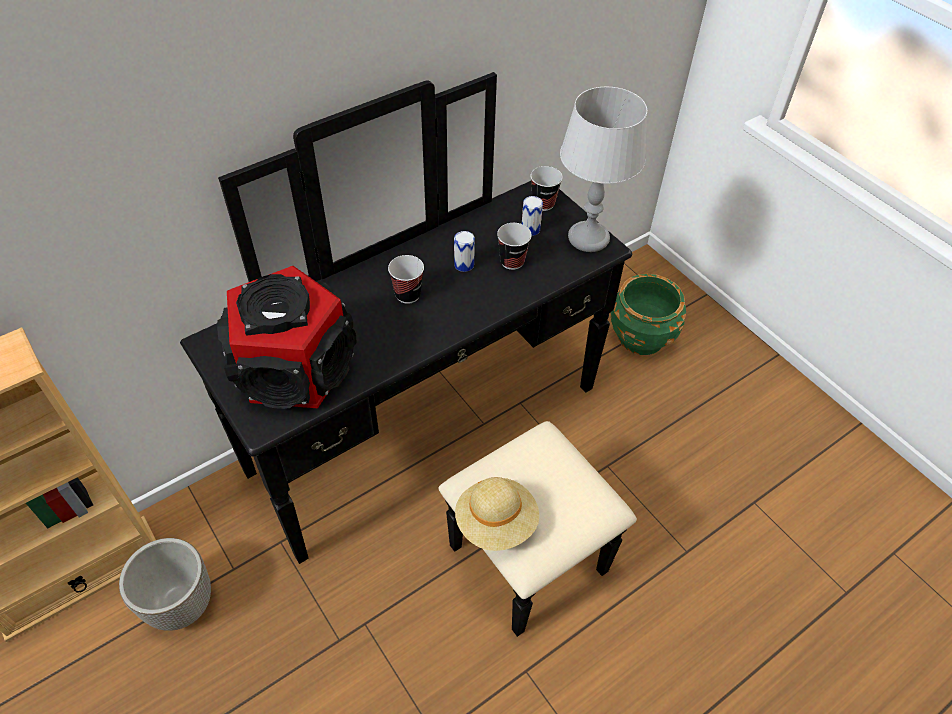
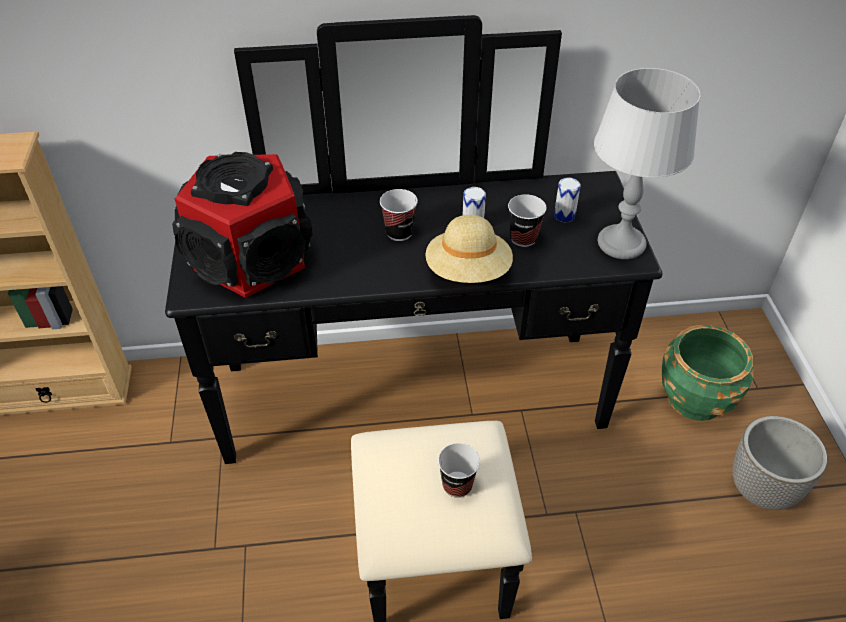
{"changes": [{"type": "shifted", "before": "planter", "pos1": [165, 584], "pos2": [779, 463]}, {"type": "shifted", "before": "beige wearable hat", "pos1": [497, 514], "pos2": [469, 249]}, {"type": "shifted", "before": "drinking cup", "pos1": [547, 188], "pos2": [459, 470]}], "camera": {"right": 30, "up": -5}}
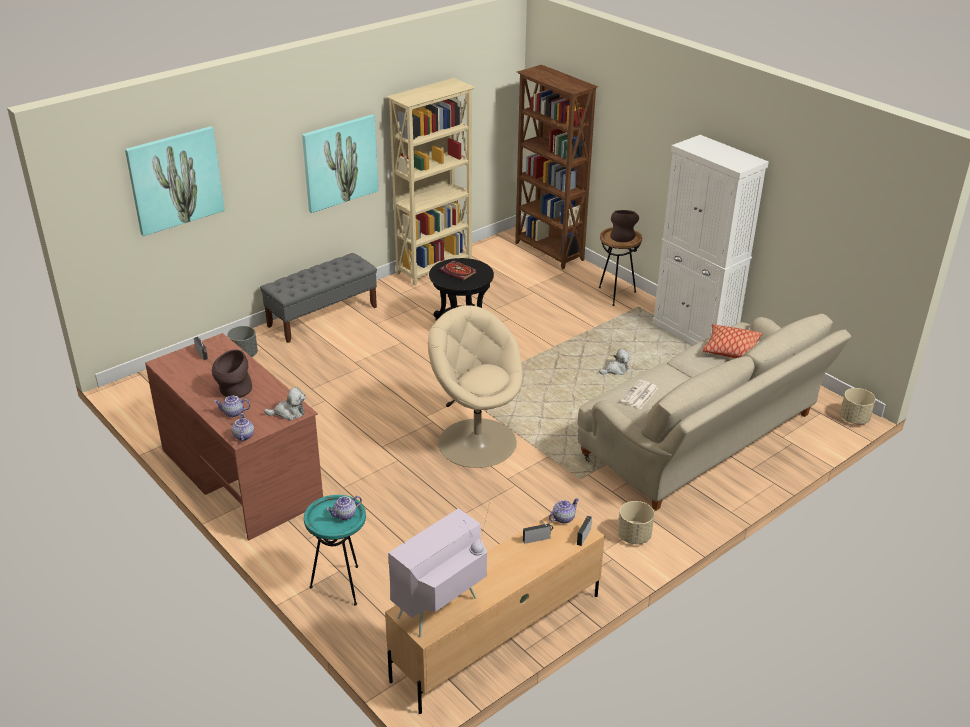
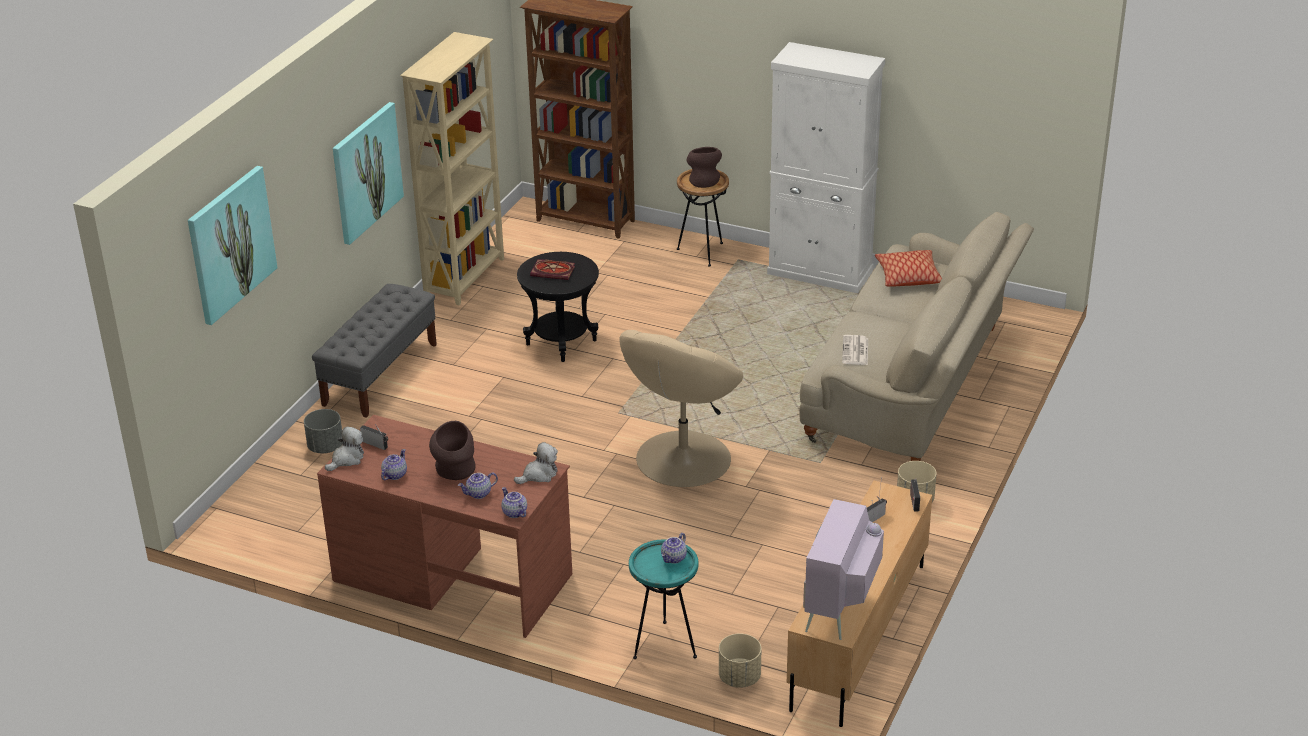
{"changes": [{"type": "rotated", "before": "beige armchair", "pos1": [475, 386], "pos2": [681, 408], "turn": -75}, {"type": "shifted", "before": "pot for tea", "pos1": [564, 511], "pos2": [394, 464]}, {"type": "shifted", "before": "cuddly toy", "pos1": [614, 362], "pos2": [344, 448]}, {"type": "shifted", "before": "beige planter", "pos1": [858, 406], "pos2": [740, 661]}], "camera": {"right": -25, "up": 0}}
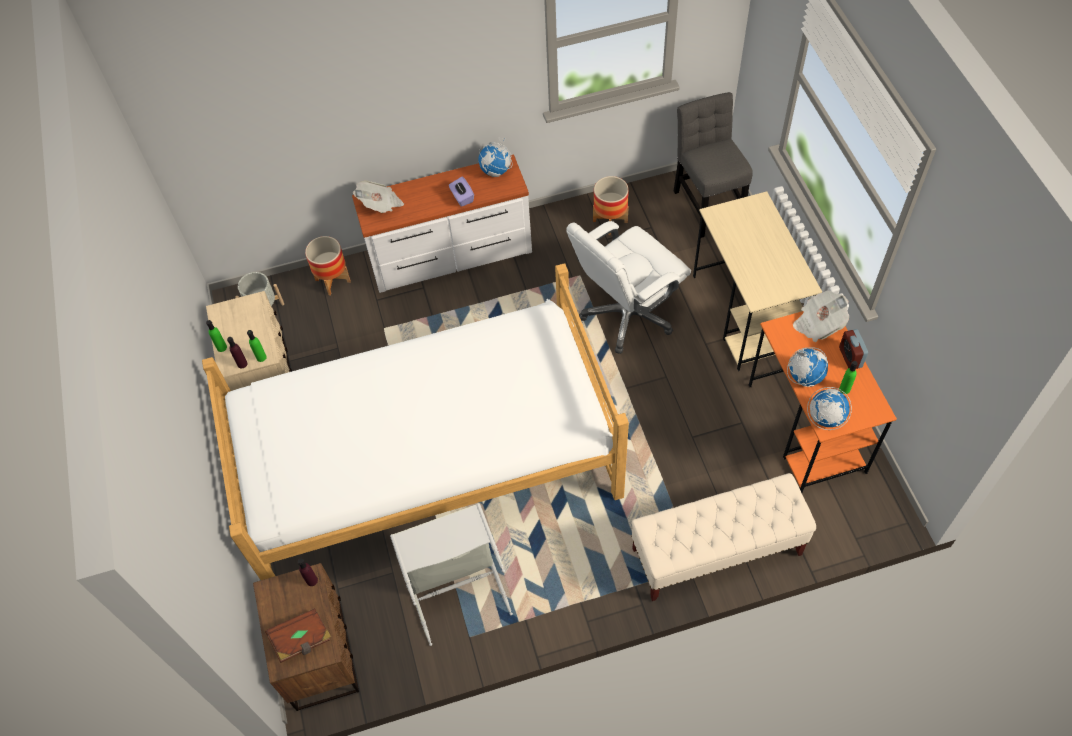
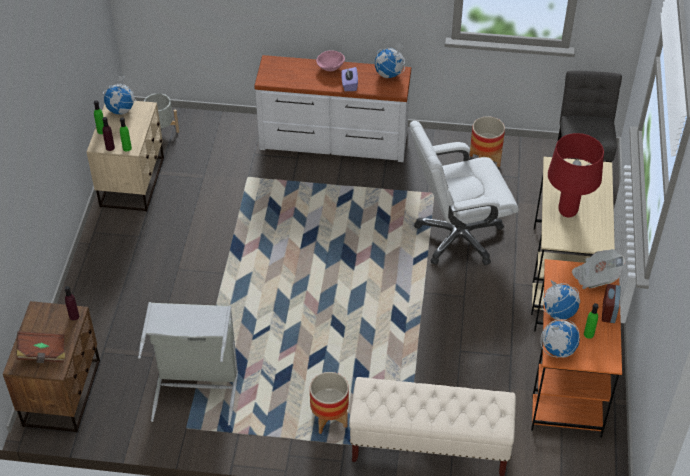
{"changes": [{"type": "gone", "before": "bedroom bed", "pos1": [415, 421]}, {"type": "shifted", "before": "planter", "pos1": [328, 265], "pos2": [329, 403]}, {"type": "gone", "before": "printed paper", "pos1": [378, 196]}, {"type": "new", "after": "globe", "pos2": [119, 95]}, {"type": "new", "after": "pink-coloured serving bowl", "pos2": [330, 60]}, {"type": "new", "after": "red lamp for a table", "pos2": [576, 175]}], "camera": {"right": 20, "up": -10}}
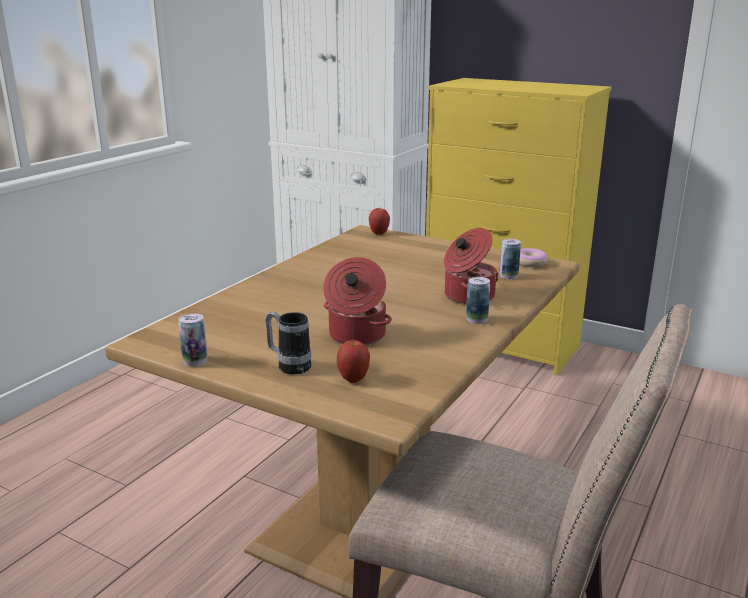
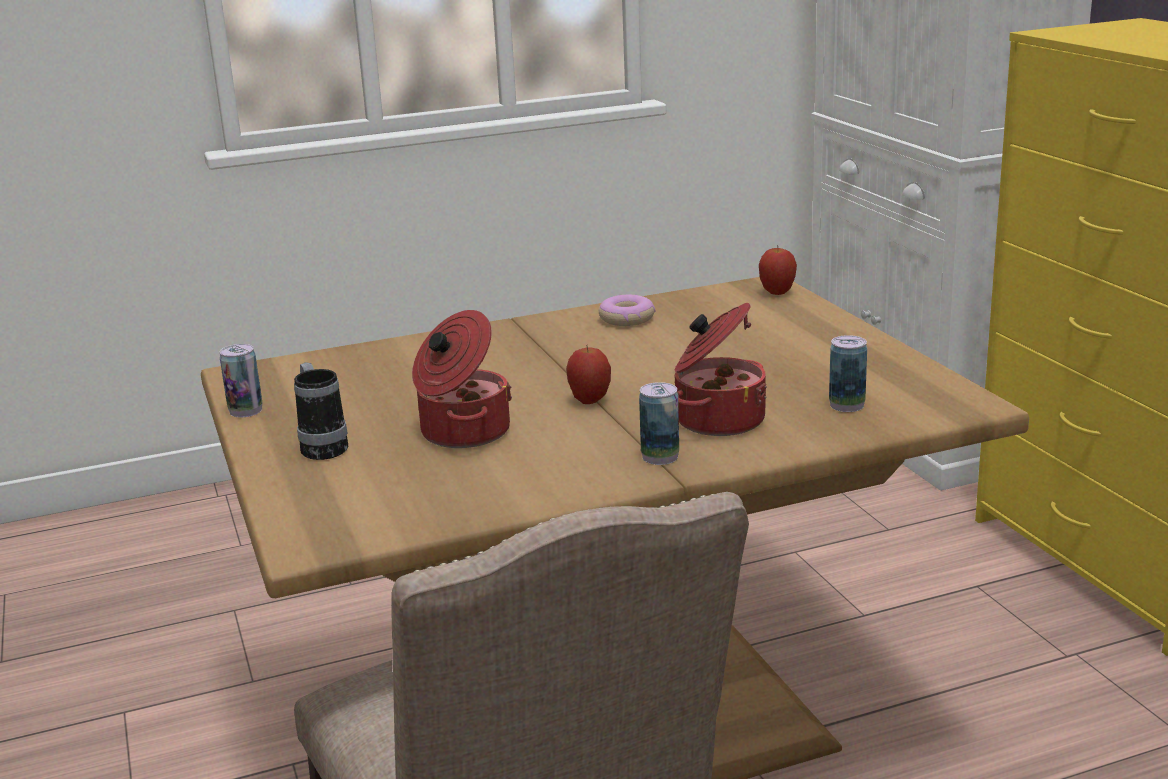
{"changes": [{"type": "shifted", "before": "apple fruit", "pos1": [353, 361], "pos2": [588, 374]}, {"type": "shifted", "before": "ring doughnut", "pos1": [533, 257], "pos2": [627, 310]}], "camera": {"right": 40, "up": 0}}
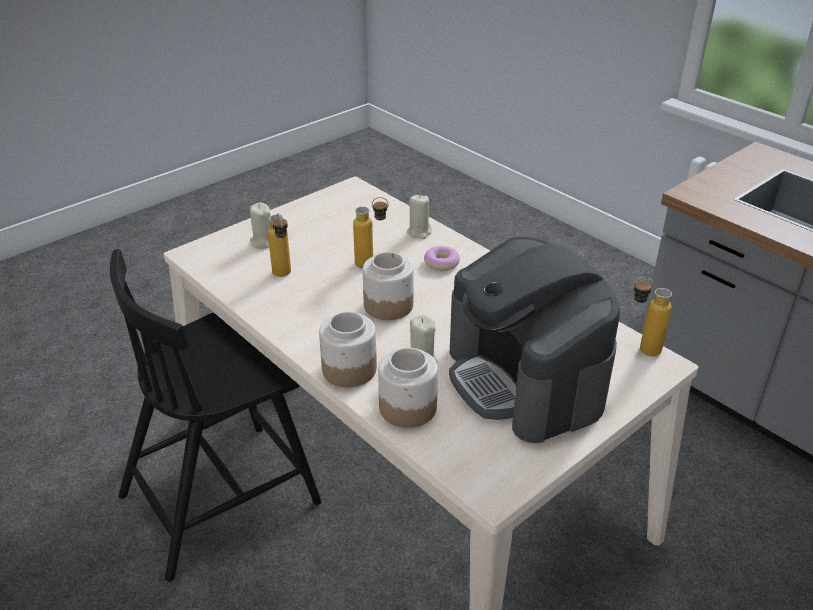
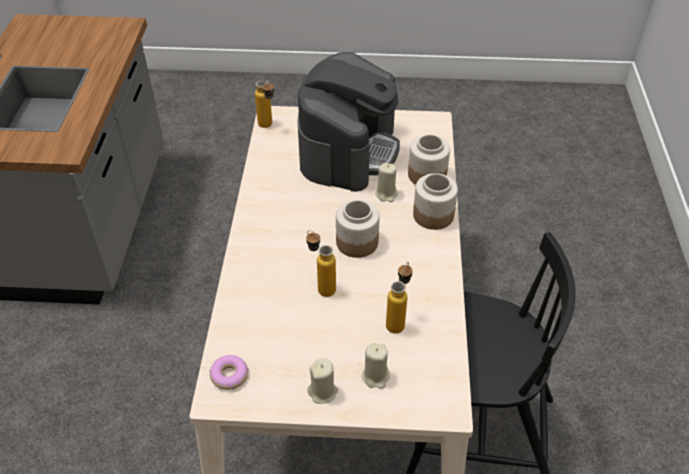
{"changes": [{"type": "shifted", "before": "beige wax candle", "pos1": [419, 217], "pos2": [323, 381]}, {"type": "shifted", "before": "ring doughnut", "pos1": [442, 258], "pos2": [229, 372]}], "camera": {"right": -135, "up": 10}}
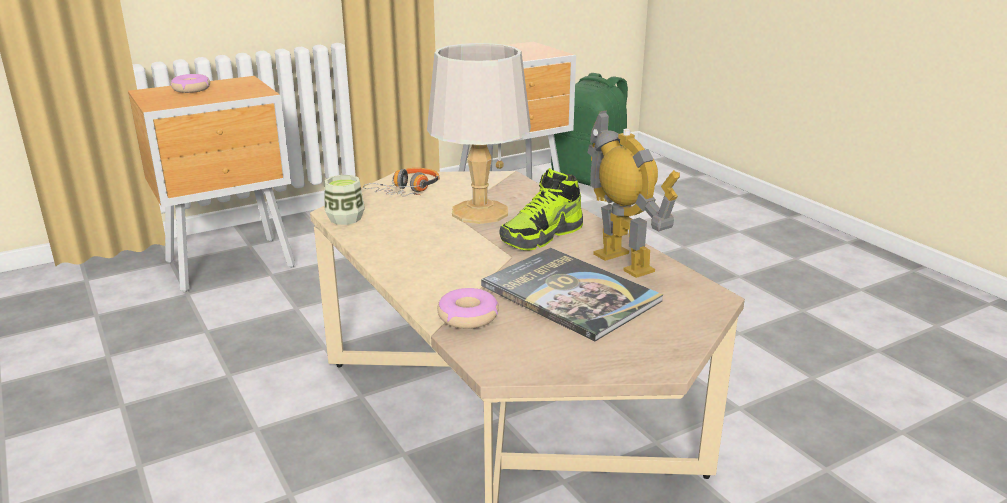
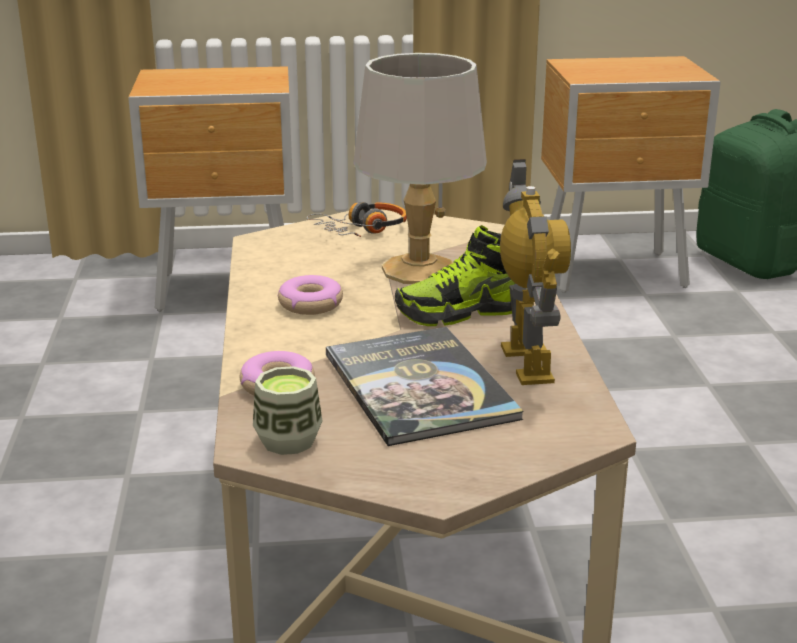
{"changes": [{"type": "shifted", "before": "ring doughnut", "pos1": [190, 83], "pos2": [310, 295]}, {"type": "shifted", "before": "drinking cup", "pos1": [345, 200], "pos2": [287, 410]}], "camera": {"right": 25, "up": 0}}
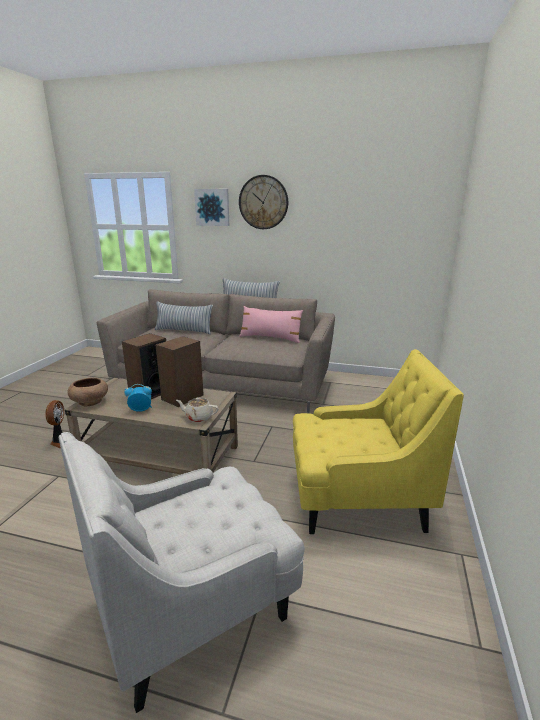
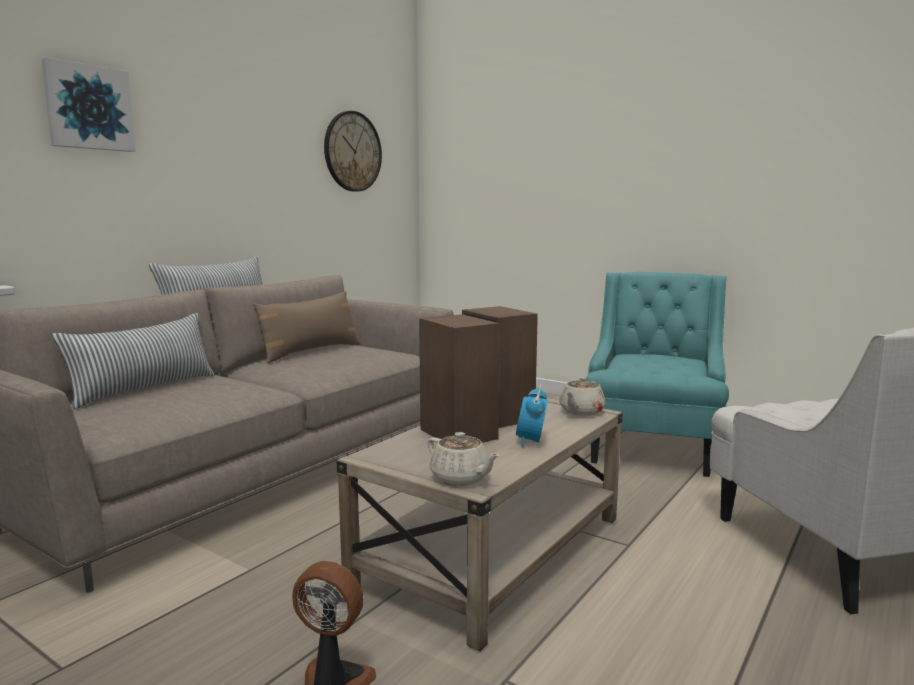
{"changes": [{"type": "swapped", "before": "brown serving bowl", "after": "beige pot for tea", "pos1": [88, 392], "pos2": [463, 459]}, {"type": "shifted", "before": "clock on the wall", "pos1": [263, 202], "pos2": [353, 151]}, {"type": "repainted", "before": "pink-coloured cushion", "after": "brown cushion", "pos1": [271, 324], "pos2": [307, 327]}, {"type": "repainted", "before": "yellowish armchair", "after": "turquoise-coloured armchair", "pos1": [378, 441], "pos2": [657, 374]}], "camera": {"right": -70, "up": -10}}
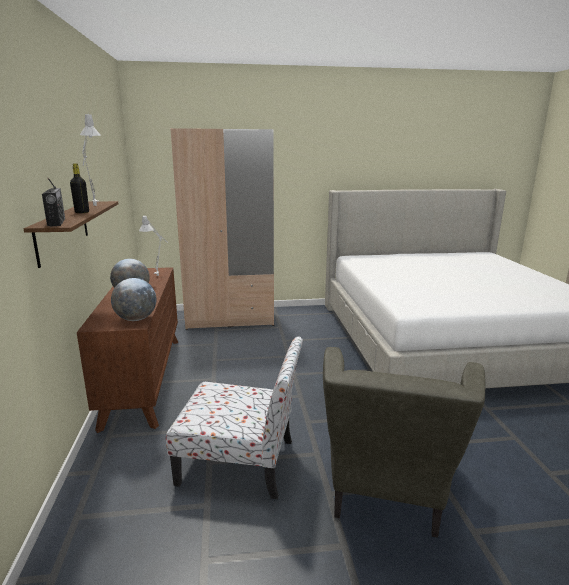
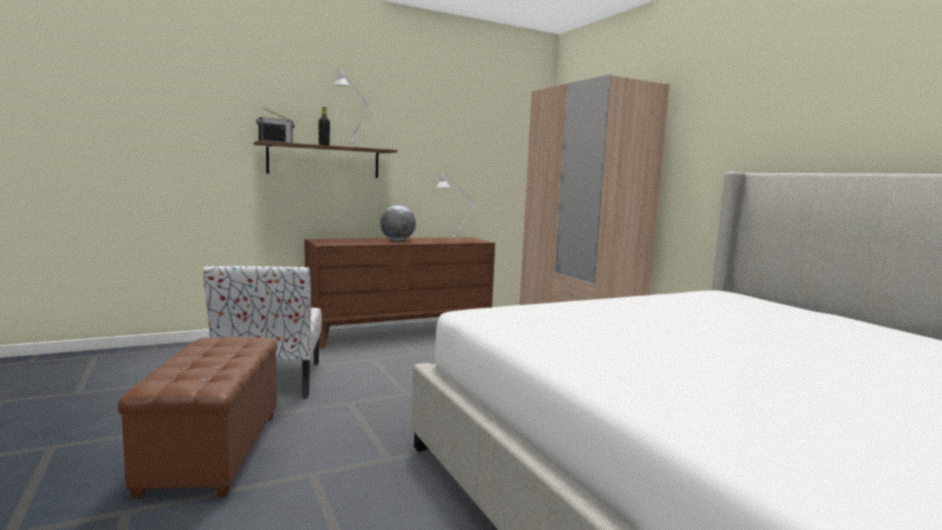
{"changes": [{"type": "gone", "before": "globe", "pos1": [133, 299]}, {"type": "swapped", "before": "grey armchair", "after": "brown footrest", "pos1": [404, 442], "pos2": [197, 418]}], "camera": {"right": 70, "up": -10}}
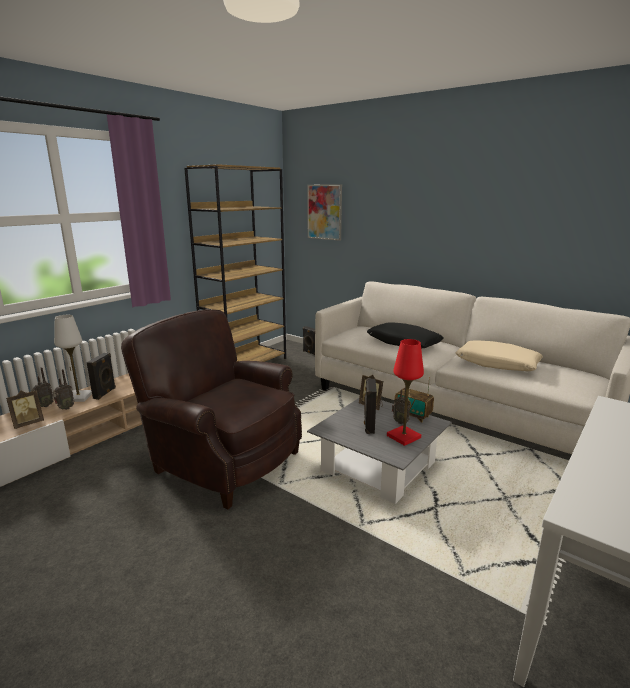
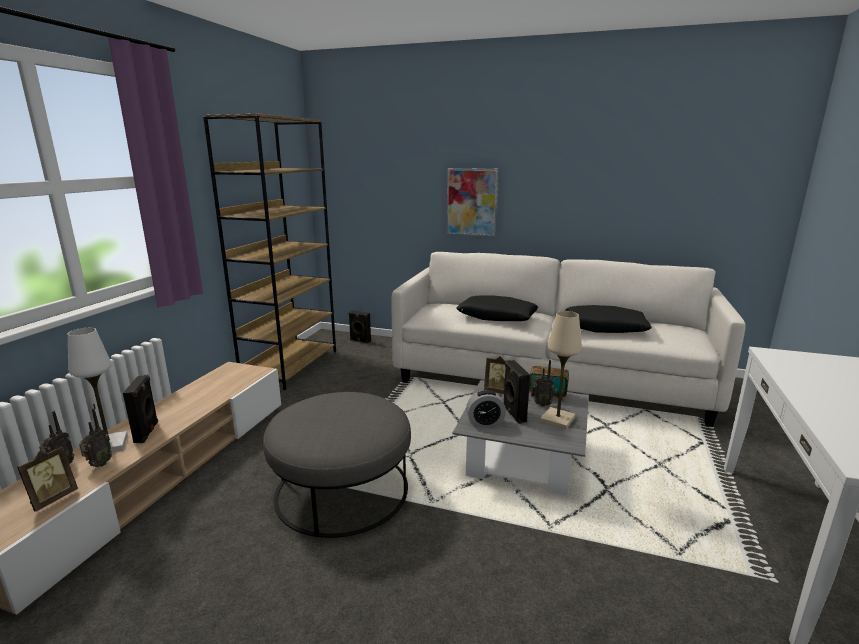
{"changes": [{"type": "swapped", "before": "brown armchair", "after": "grey footrest", "pos1": [211, 409], "pos2": [337, 465]}, {"type": "shifted", "before": "picture", "pos1": [324, 212], "pos2": [473, 202]}, {"type": "repainted", "before": "red lamp for a table", "after": "beige lamp for a table", "pos1": [405, 392], "pos2": [561, 370]}, {"type": "repainted", "before": "beige cushion", "after": "black cushion", "pos1": [499, 356], "pos2": [608, 319]}, {"type": "new", "after": "table clock", "pos2": [486, 408]}], "camera": {"right": -20, "up": 0}}
